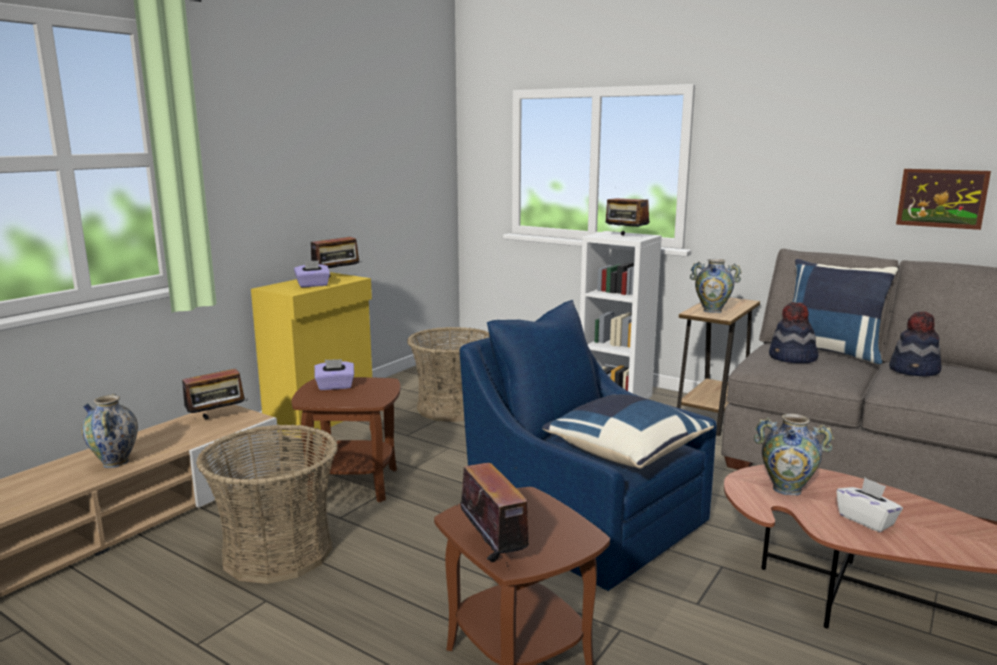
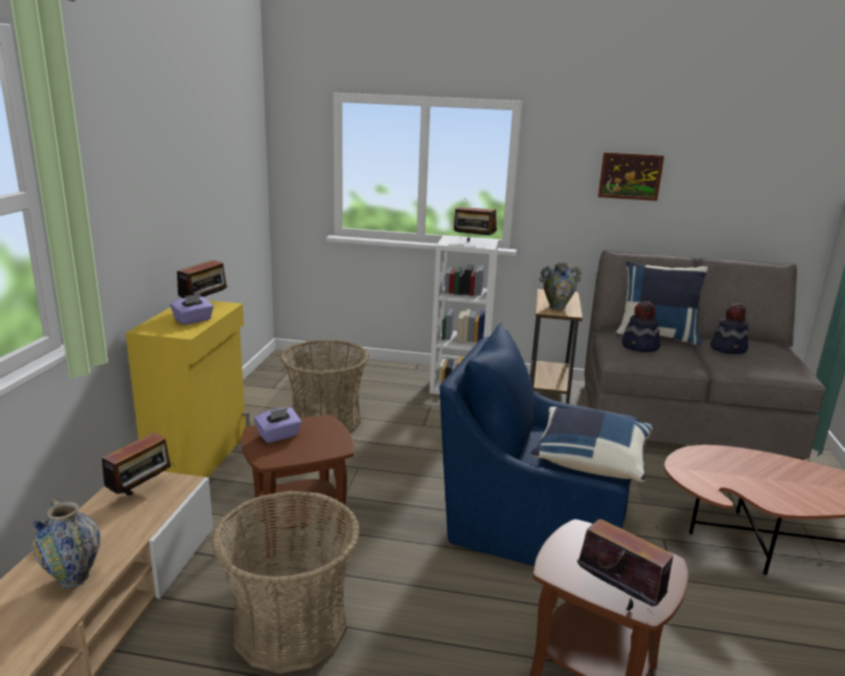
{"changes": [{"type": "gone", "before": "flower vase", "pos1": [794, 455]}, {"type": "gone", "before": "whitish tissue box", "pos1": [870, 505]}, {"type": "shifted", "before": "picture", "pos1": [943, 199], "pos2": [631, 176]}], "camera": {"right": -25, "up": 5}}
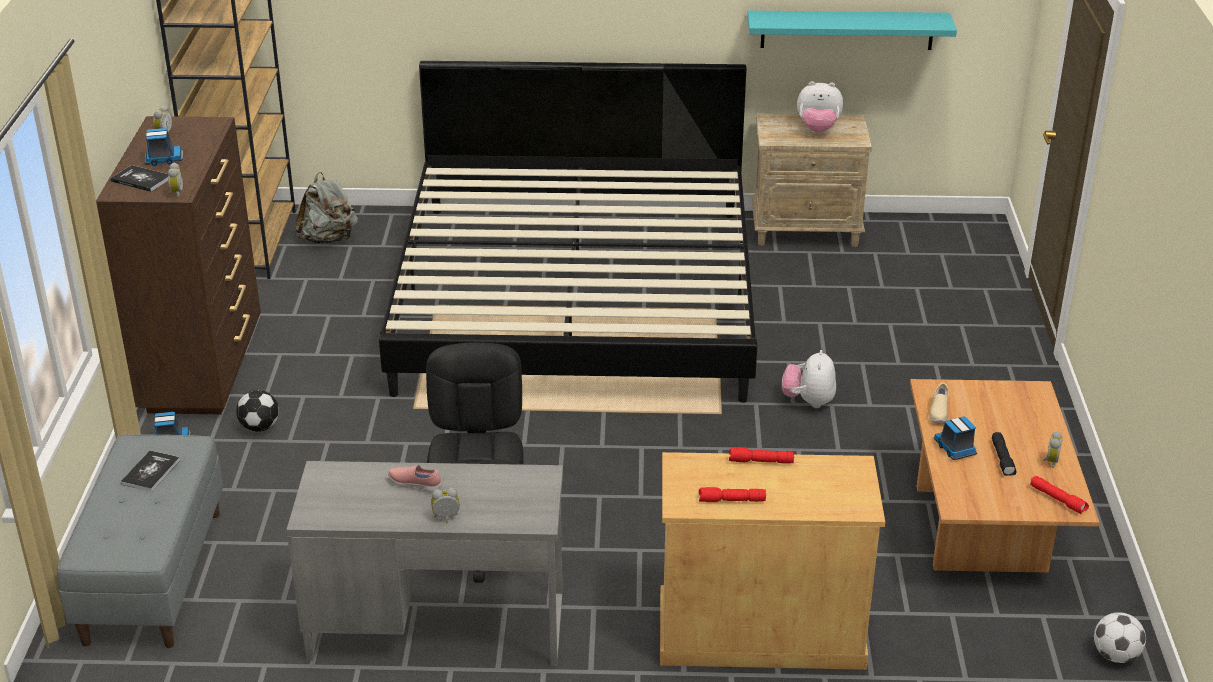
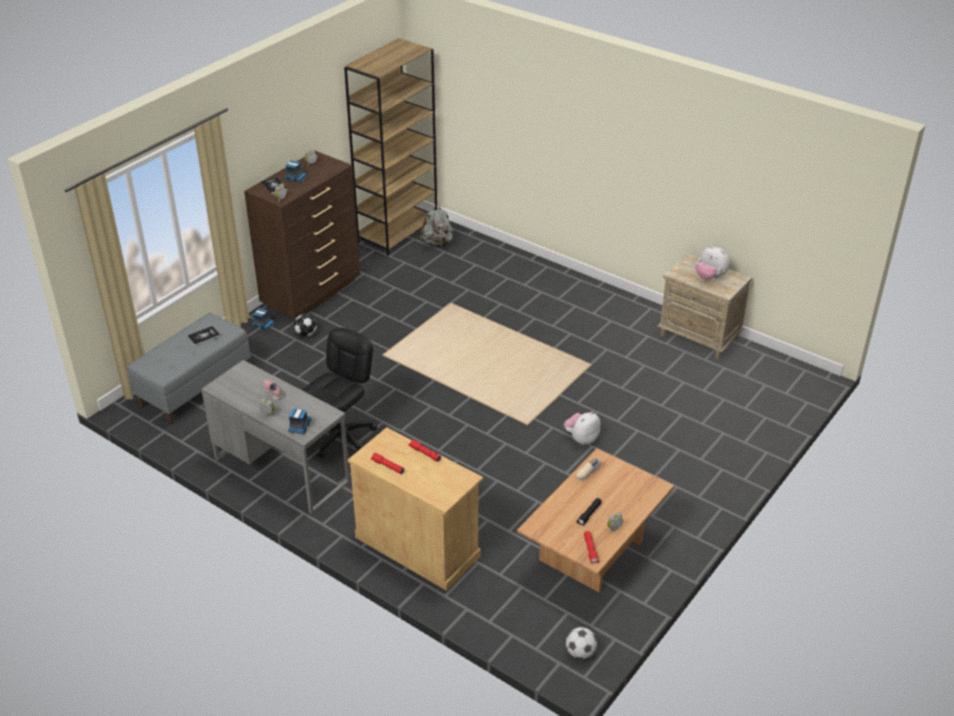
{"changes": [{"type": "gone", "before": "bedroom bed", "pos1": [568, 232]}, {"type": "gone", "before": "turquoise-coloured shelf", "pos1": [852, 30]}, {"type": "shifted", "before": "model truck", "pos1": [955, 438], "pos2": [300, 421]}], "camera": {"right": 35, "up": 5}}
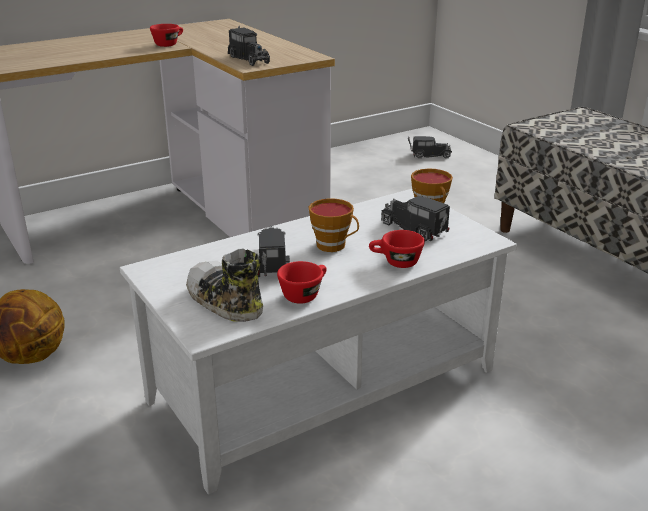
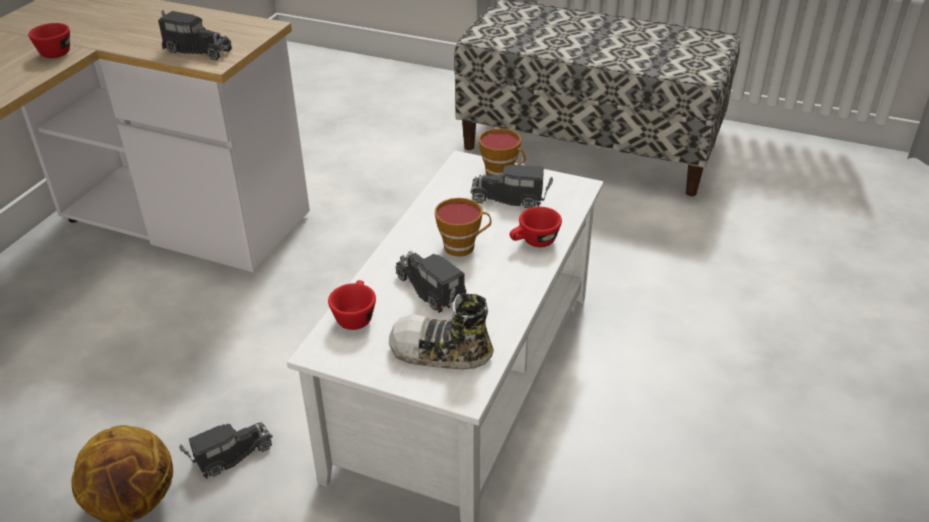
{"changes": [{"type": "shifted", "before": "red drinking cup", "pos1": [302, 282], "pos2": [352, 305]}, {"type": "shifted", "before": "model truck", "pos1": [430, 147], "pos2": [226, 450]}], "camera": {"right": -35, "up": 10}}
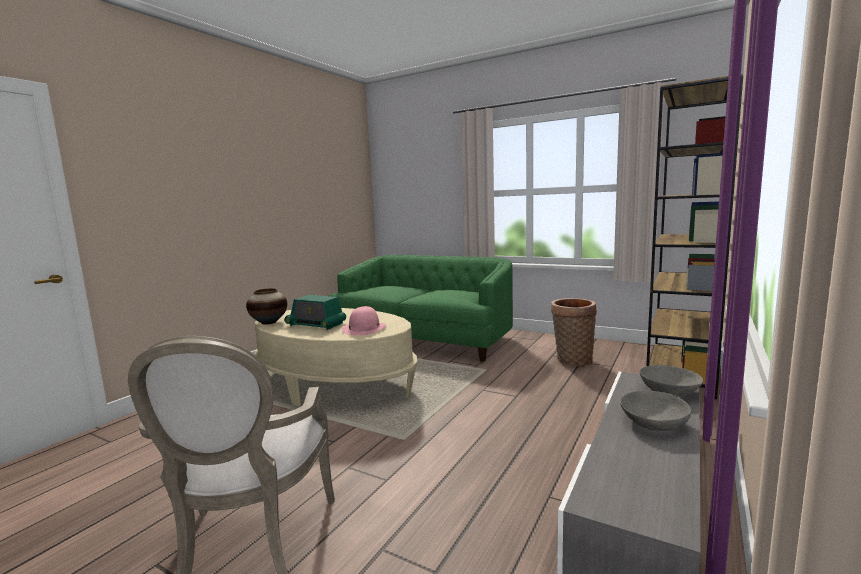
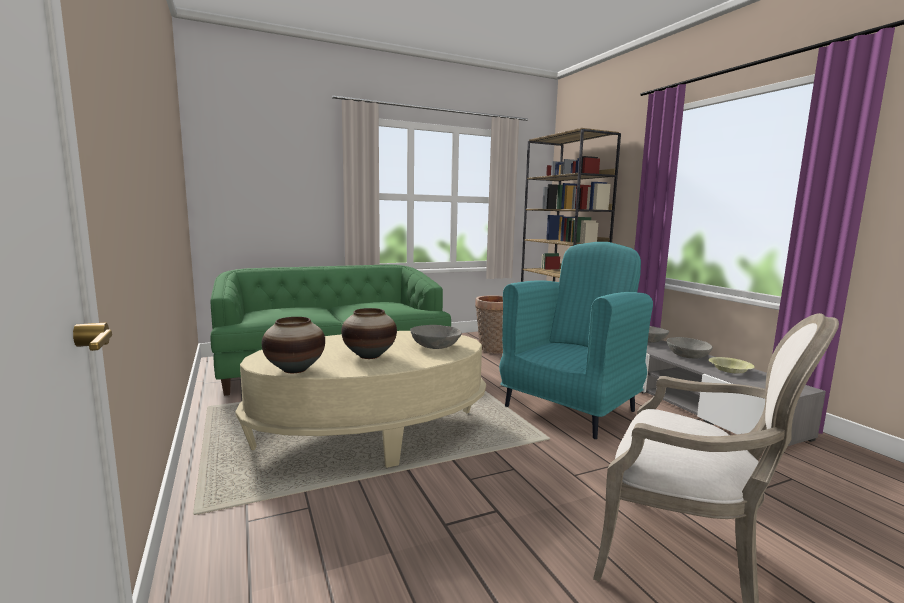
{"changes": [{"type": "swapped", "before": "radio", "after": "flower vase", "pos1": [315, 312], "pos2": [369, 333]}, {"type": "swapped", "before": "pink-coloured wearable hat", "after": "grey serving bowl", "pos1": [364, 321], "pos2": [436, 337]}, {"type": "new", "after": "turquoise-coloured armchair", "pos2": [576, 340]}, {"type": "new", "after": "yellowish serving bowl", "pos2": [732, 365]}], "camera": {"right": -55, "up": 0}}
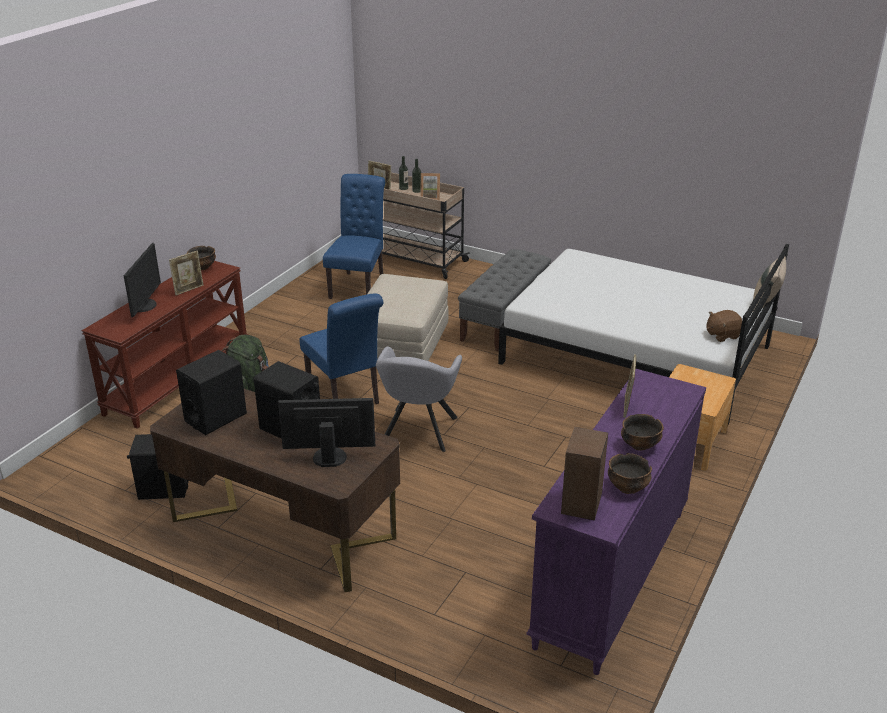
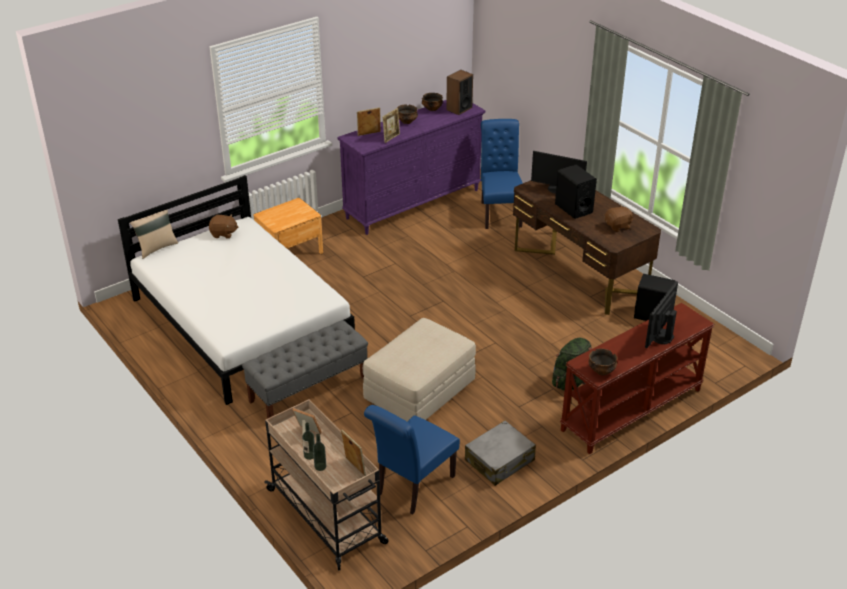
{"changes": [{"type": "shifted", "before": "standing frame", "pos1": [186, 273], "pos2": [369, 121]}, {"type": "swapped", "before": "black speaker", "after": "brown cuddly toy", "pos1": [211, 392], "pos2": [618, 218]}, {"type": "shifted", "before": "blue-coloured plain chair", "pos1": [341, 348], "pos2": [502, 174]}, {"type": "gone", "before": "grey armchair", "pos1": [419, 399]}, {"type": "new", "after": "grey piece of luggage", "pos2": [500, 453]}], "camera": {"right": -155, "up": 5}}
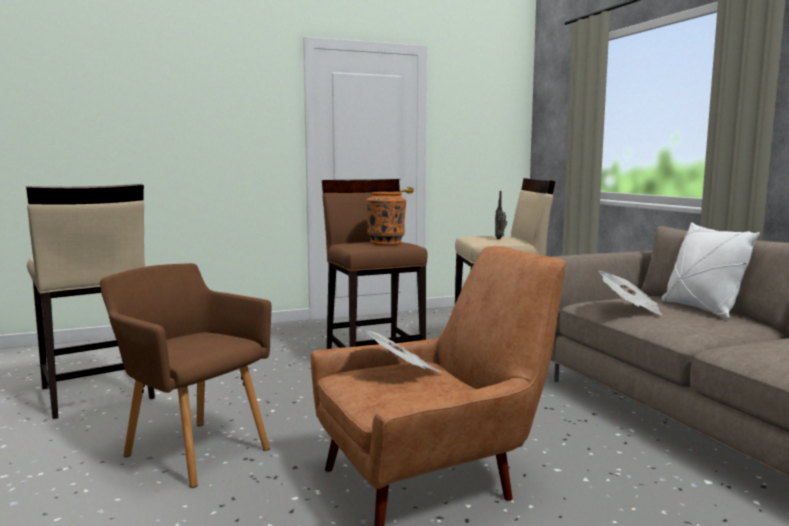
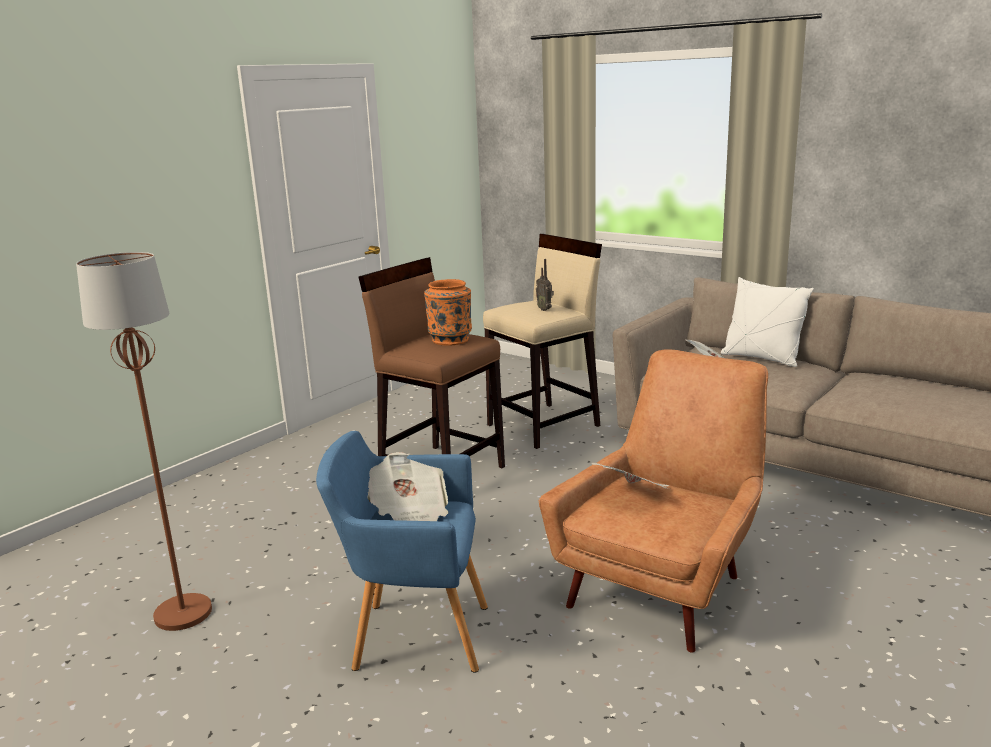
{"changes": [{"type": "swapped", "before": "beige sitting stool", "after": "brown floor lamp", "pos1": [90, 301], "pos2": [144, 441]}, {"type": "repainted", "before": "brown armchair", "after": "blue-coloured armchair", "pos1": [186, 375], "pos2": [402, 552]}, {"type": "new", "after": "printed paper", "pos2": [407, 486]}], "camera": {"right": -30, "up": 10}}
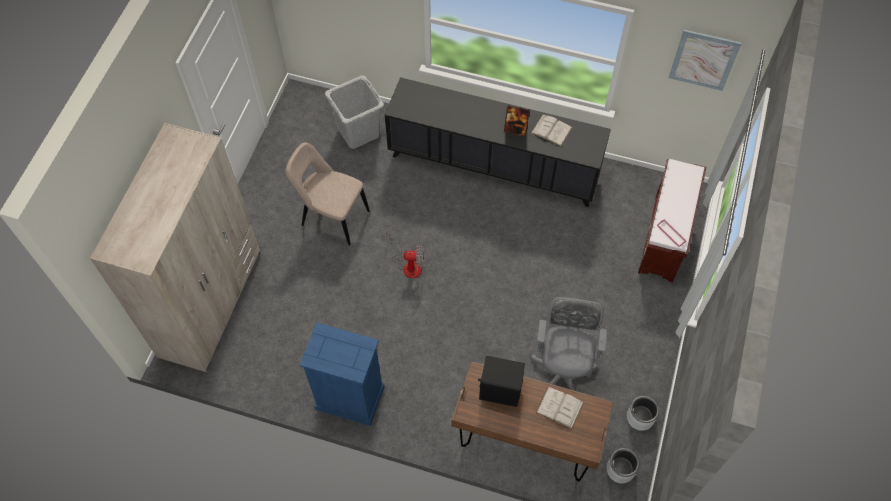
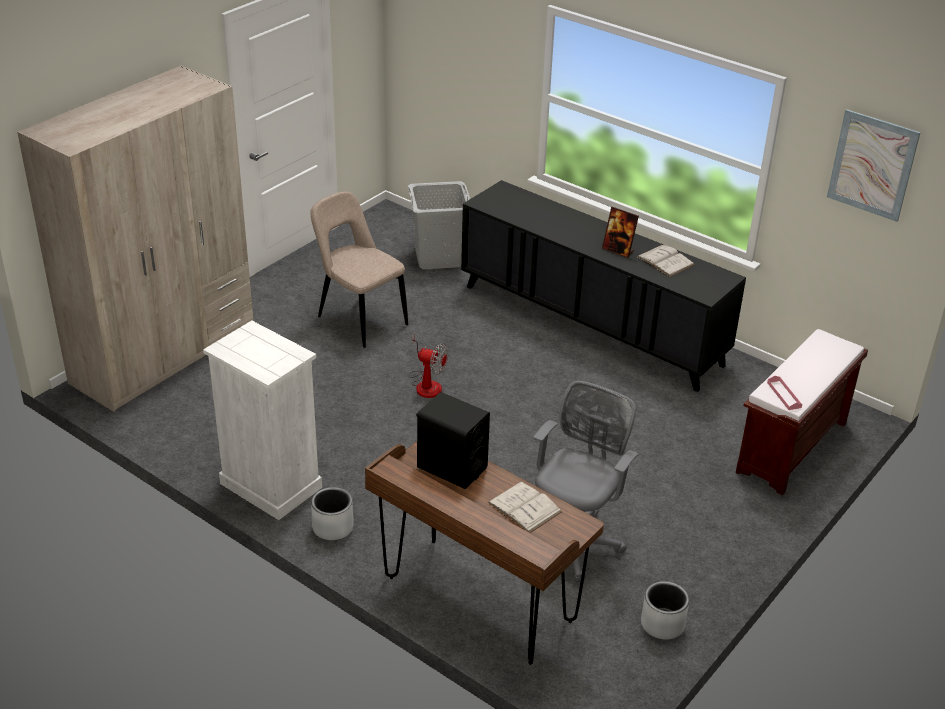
{"changes": [{"type": "repainted", "before": "blue-coloured drawer chest", "after": "whitish drawer chest", "pos1": [342, 374], "pos2": [262, 420]}, {"type": "shifted", "before": "grey planter", "pos1": [623, 465], "pos2": [332, 513]}], "camera": {"right": 20, "up": -25}}
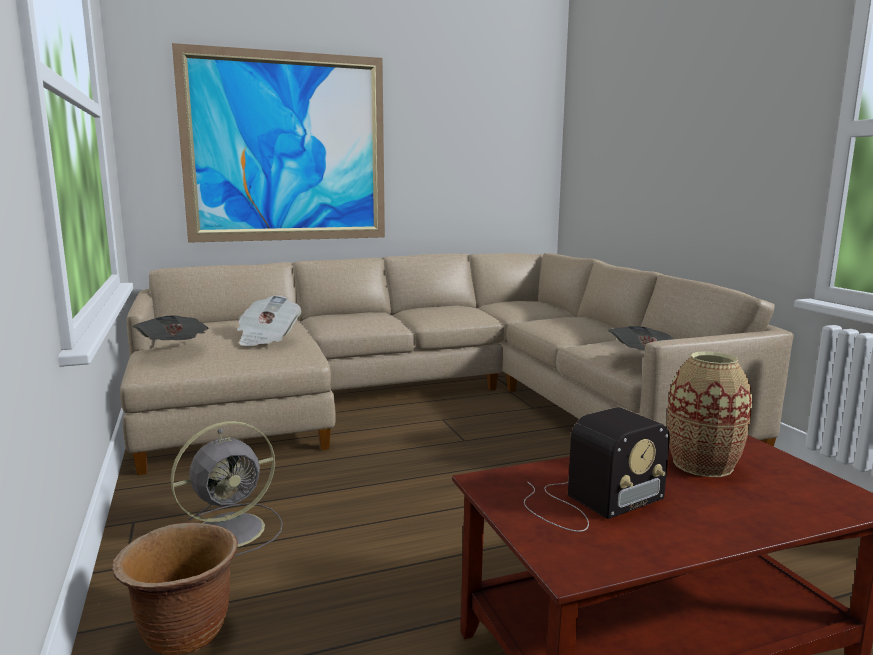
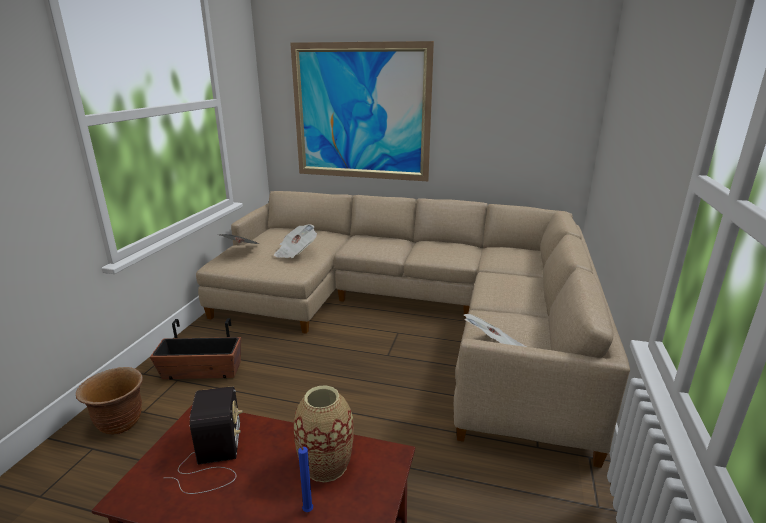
{"changes": [{"type": "swapped", "before": "grey cooling fan", "after": "planter", "pos1": [227, 488], "pos2": [195, 348]}, {"type": "rotated", "before": "radio", "pos1": [597, 469], "pos2": [204, 440], "turn": -105}, {"type": "new", "after": "blue-coloured wax candle", "pos2": [305, 474]}], "camera": {"right": 35, "up": 10}}
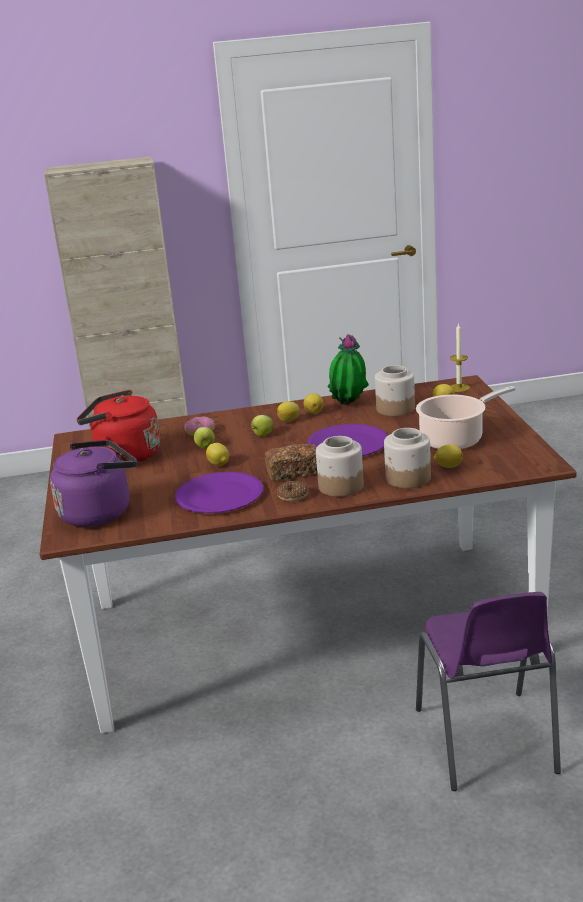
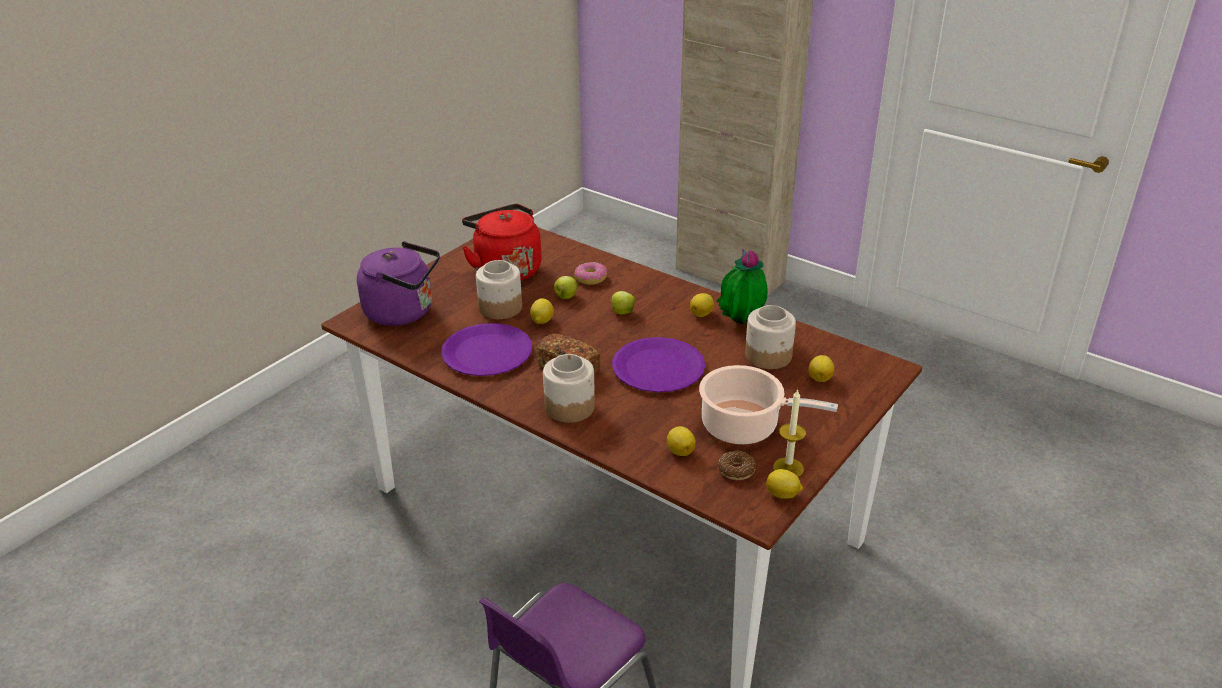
{"changes": [{"type": "shifted", "before": "whole lemon", "pos1": [288, 411], "pos2": [784, 484]}, {"type": "shifted", "before": "ring doughnut", "pos1": [293, 491], "pos2": [737, 465]}, {"type": "shifted", "before": "preserve jar", "pos1": [407, 458], "pos2": [499, 289]}, {"type": "shifted", "before": "wax candle", "pos1": [460, 357], "pos2": [789, 433]}], "camera": {"right": 45, "up": 10}}
